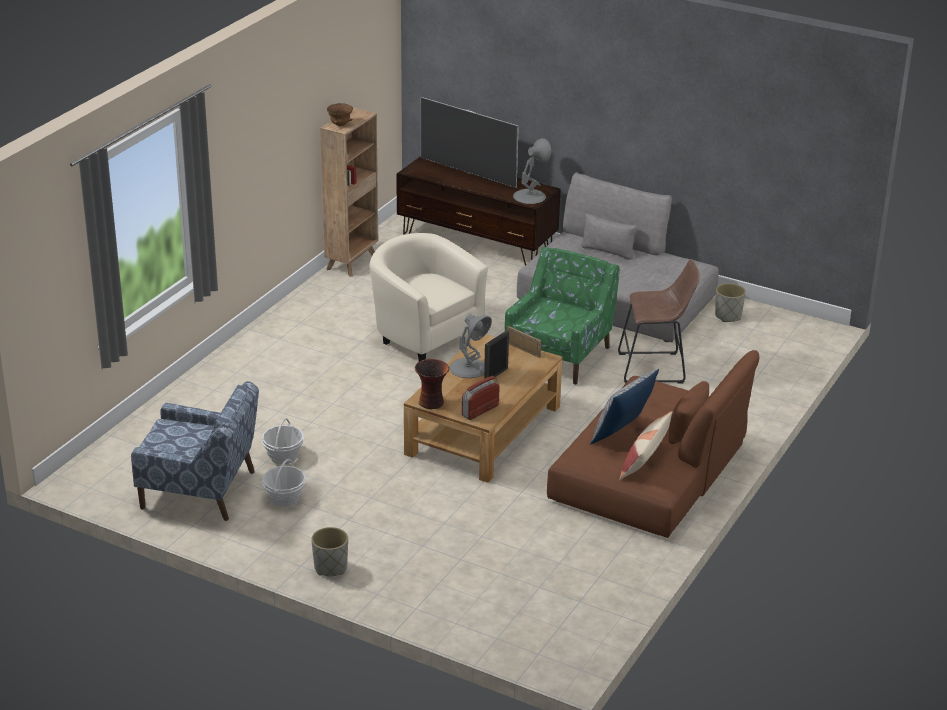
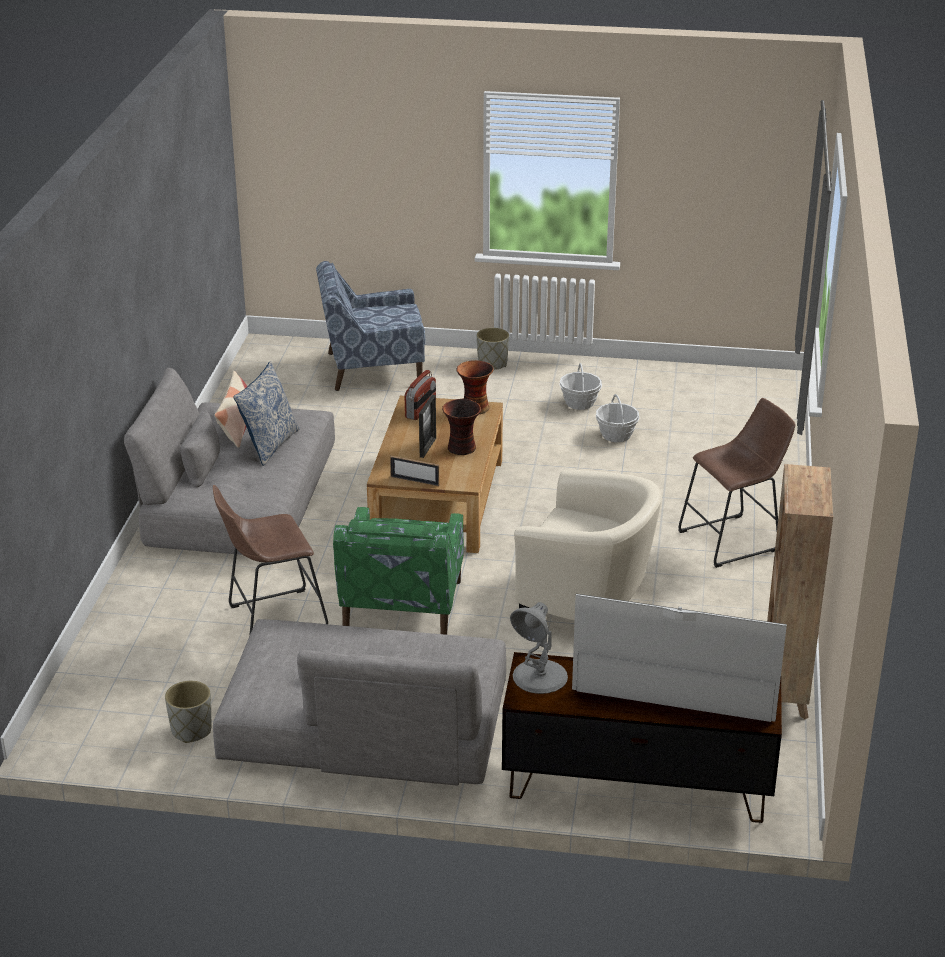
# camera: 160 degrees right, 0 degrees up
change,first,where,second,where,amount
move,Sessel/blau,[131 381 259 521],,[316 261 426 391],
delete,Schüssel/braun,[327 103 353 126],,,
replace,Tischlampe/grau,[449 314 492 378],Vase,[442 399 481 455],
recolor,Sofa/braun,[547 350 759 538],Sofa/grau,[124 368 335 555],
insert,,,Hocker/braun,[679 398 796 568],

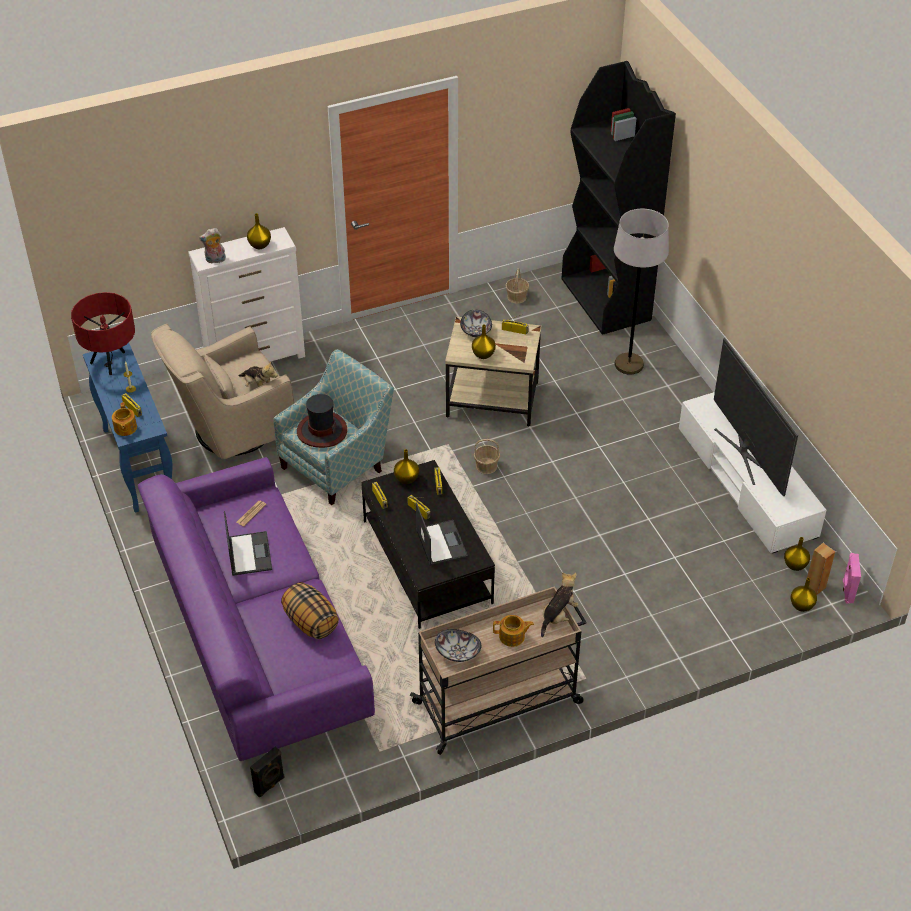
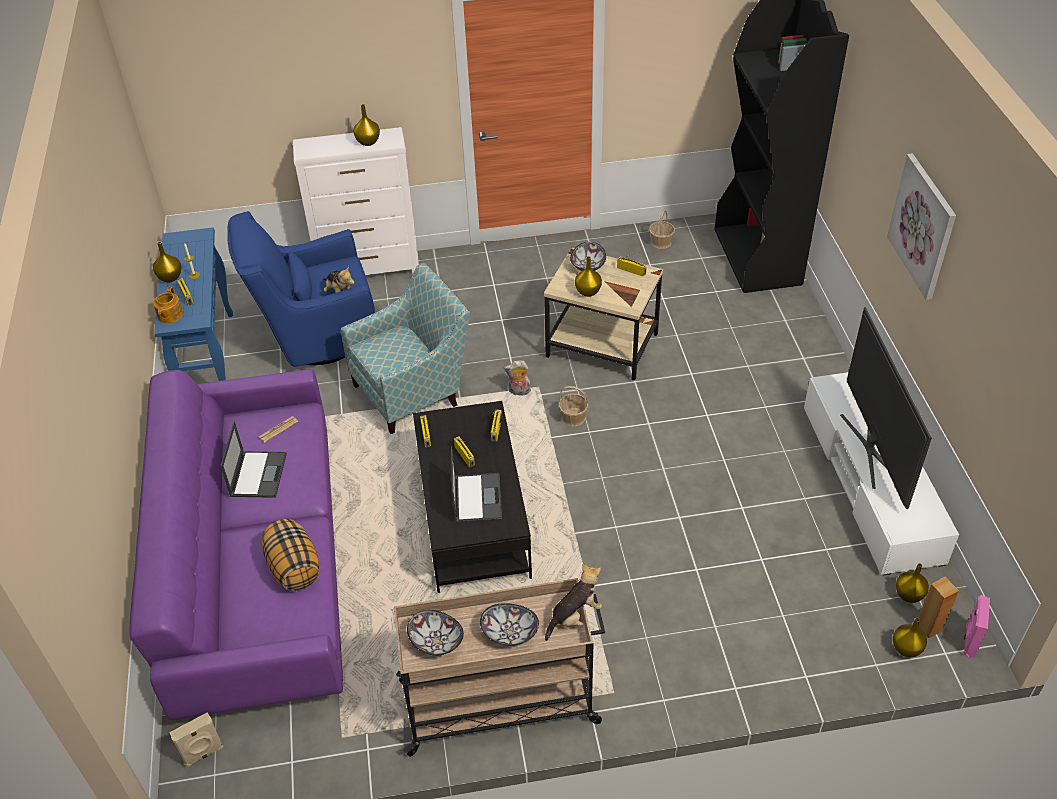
# camera: 15 degrees right, 0 degrees up
change,first,where,second,where,amount
delete,Tischlampe/rot,[71 292 135 375],,,
recolor,Sessel/beige,[151 324 294 459],Sessel/blau,[227 211 375 367],
move,Plüschtier,[199 228 226 264],,[504 360 531 395],
recolor,Lautsprecher/schwarz,[250 747 284 797],Lautsprecher/beige,[169 712 224 767],
delete,Hut,[297 394 347 448],,,
move,Vase/gelb,[394 449 419 484],,[153 242 181 282],
replace,Teekanne,[493 615 534 647],Schüssel,[480 603 539 646],
delete,Stehlampe/grau,[614 209 669 375],,,
insert,,,Bild,[887 153 956 300],

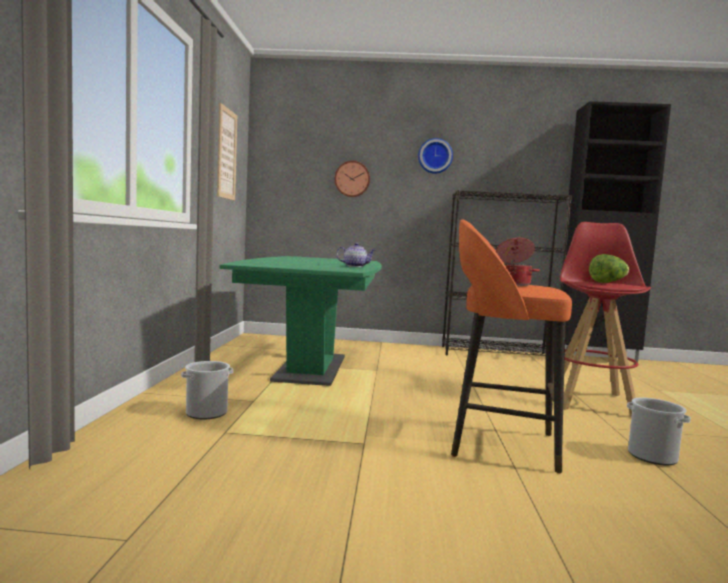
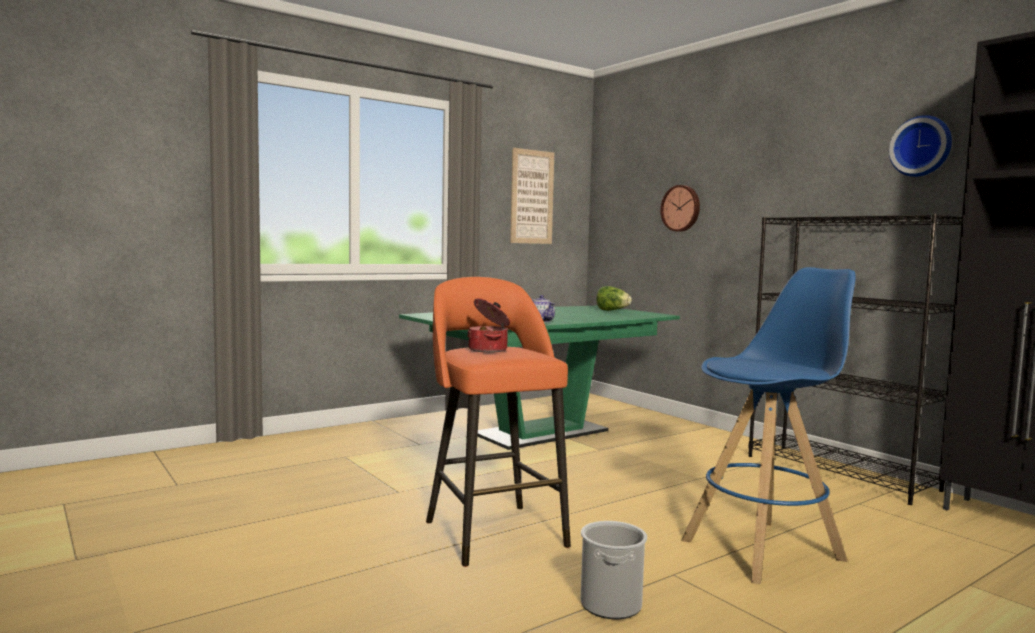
# camera: 50 degrees right, 0 degrees up
change,first,where,second,where,amount
delete,Eimer,[181 361 233 420],,,
move,Wanduhr,[418 138 453 174],,[889 115 952 177],
recolor,Hocker/rot,[553 222 651 417],Hocker/blau,[681 267 856 584],
move,Salatkopf,[589 254 629 283],,[597 286 632 311],

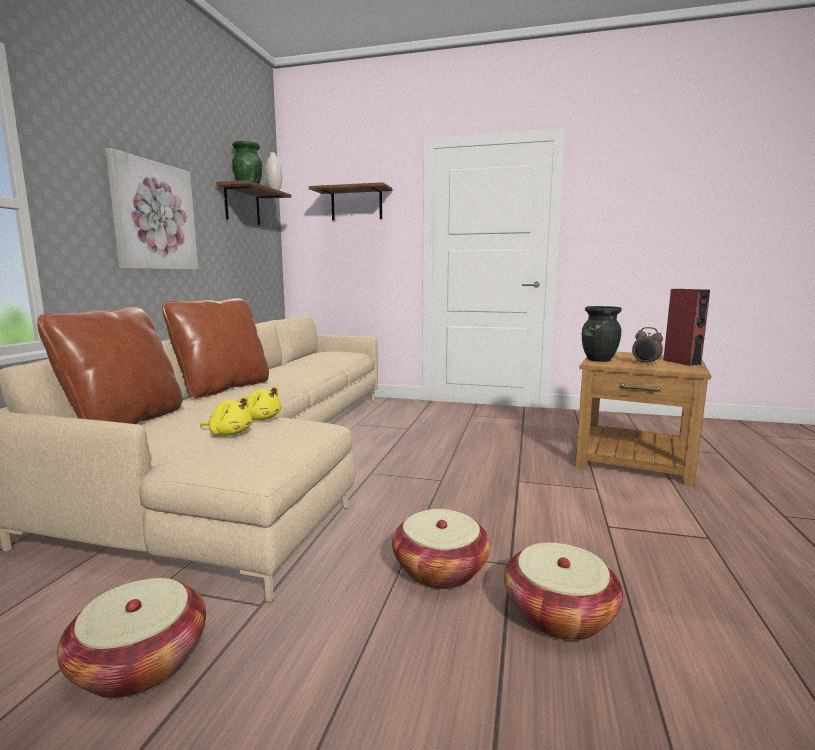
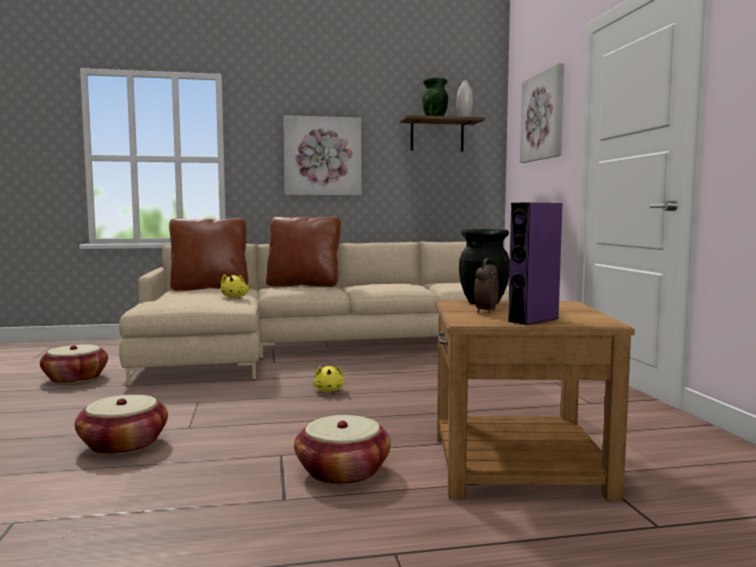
# camera: 65 degrees right, 5 degrees down
change,first,where,second,where,amount
move,Plüschtier/gelb,[200 396 252 436],,[313 366 345 392],
replace,Wandregal/braun,[309 182 392 220],Bild,[520 63 564 163],
move,Korb,[392 509 491 589],,[294 415 391 485],
recolor,Lautsprecher/rot,[663 289 710 366],Lautsprecher/lila,[508 202 562 325],

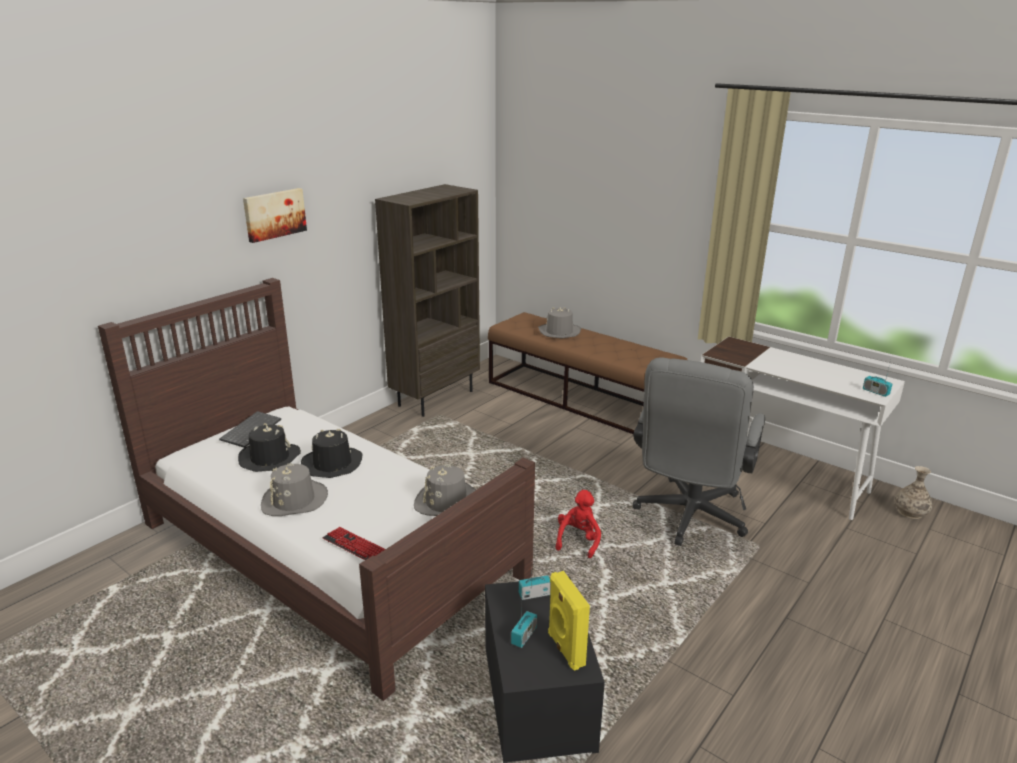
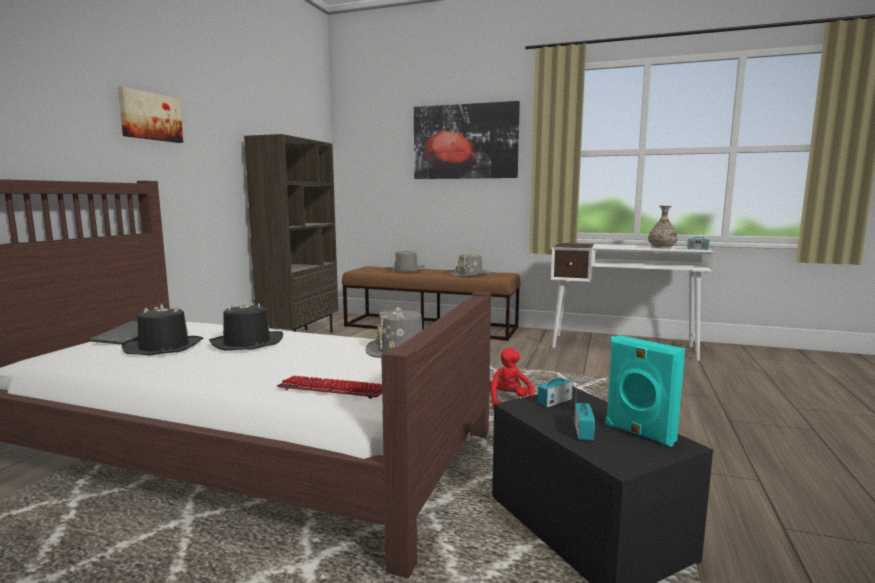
# camera: 20 degrees left, 15 degrees down
change,first,where,second,where,amount
move,Hut/grau,[261 463 328 516],,[450 252 490 276],
recolor,Lautsprecher/gelb,[548 571 590 671],Lautsprecher/türkis,[605 335 685 447],
delete,Bürostuhl/grau,[633 357 765 546],,,
move,Vase,[895 466 932 519],,[648 206 678 248],
insert,,,Bild,[414 101 520 179],

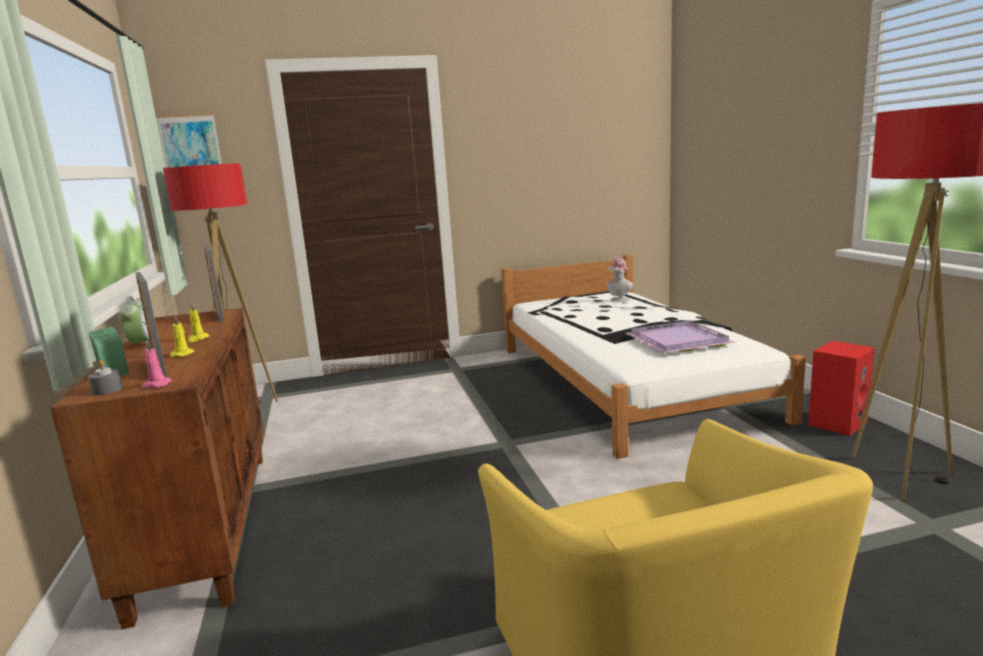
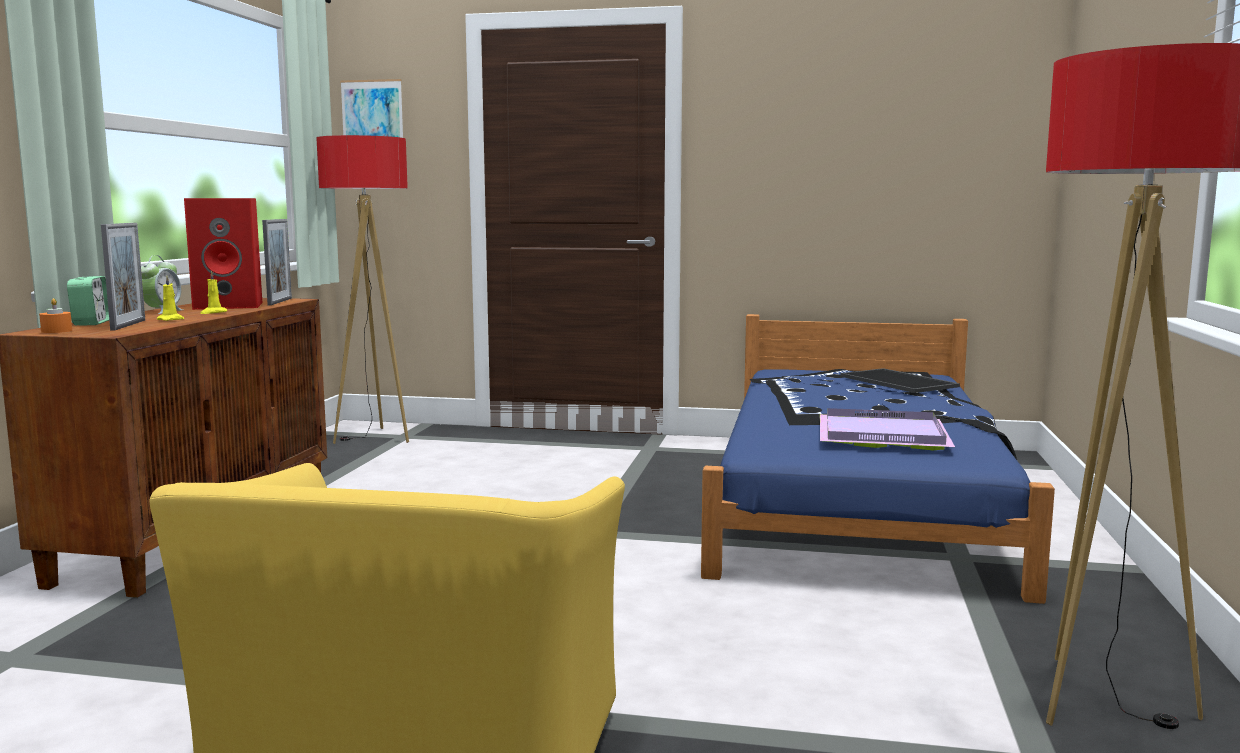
# camera: 25 degrees right, 5 degrees down
change,first,where,second,where,amount
recolor,Kerze/grau,[88 360 123 395],Kerze/orange,[39 298 72 333],
delete,Kerze/rosa,[142 340 172 388],,,
recolor,Bett/weiß,[501 255 806 459],Bett/blau,[701 314 1055 604],
replace,Hut,[606 258 633 302],Tablett,[840 368 960 393],
move,Lautsprecher/rot,[808 341 875 436],,[184 198 262 310],

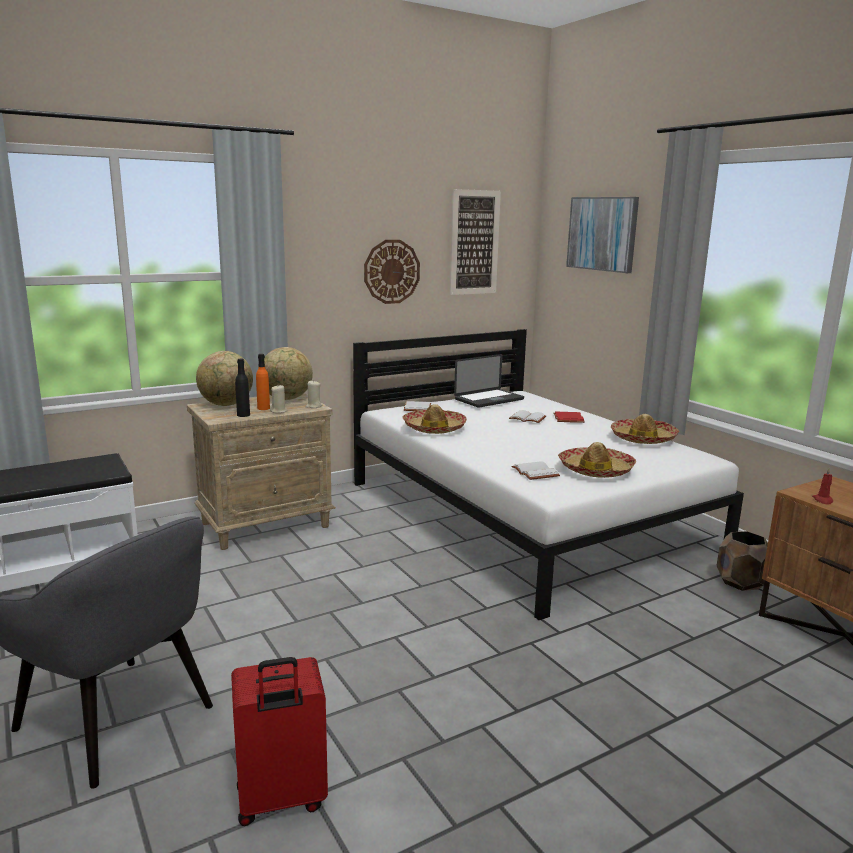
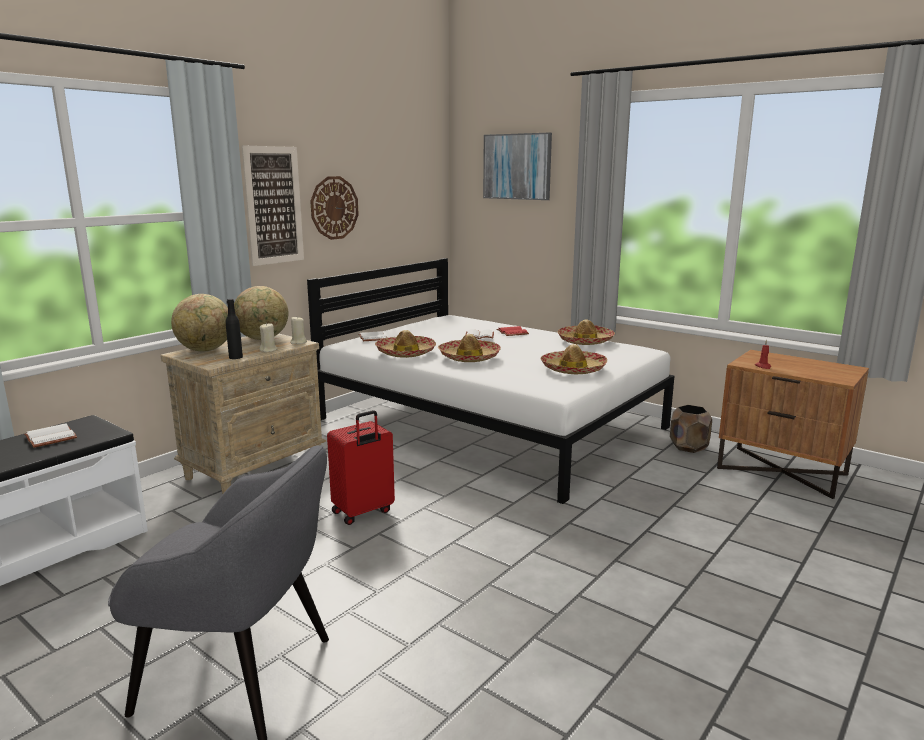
# camera: 20 degrees left, 0 degrees up
change,first,where,second,where,amount
move,Koffer/rot,[231 657 328 826],,[327 410 395 525],
delete,Flasche/orange,[256 354 270 410],,,
move,Bild,[450 189 501 295],,[241 145 304 266],
delete,Laptop,[454 354 524 408],,,
move,Buch/weiß,[511 461 560 480],,[24 423 77 448],
insert,,,Hut,[438 334 501 362],

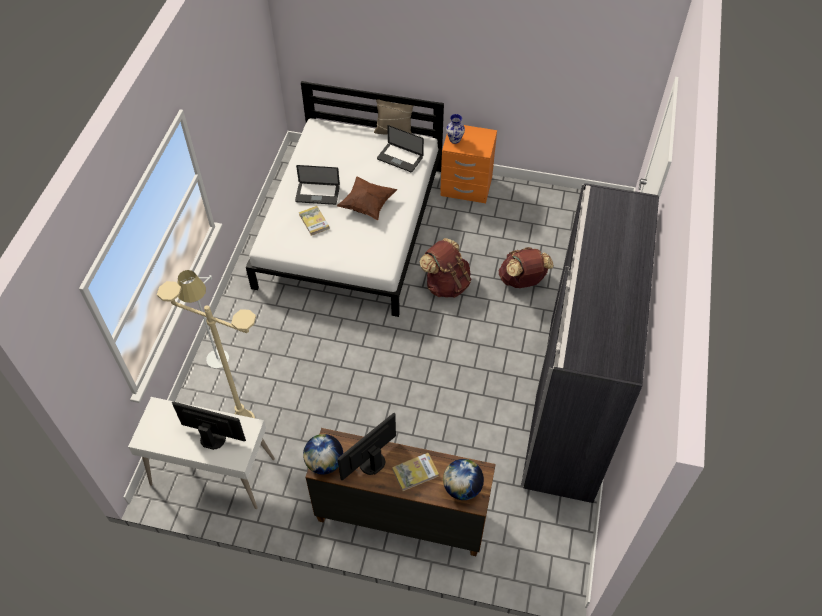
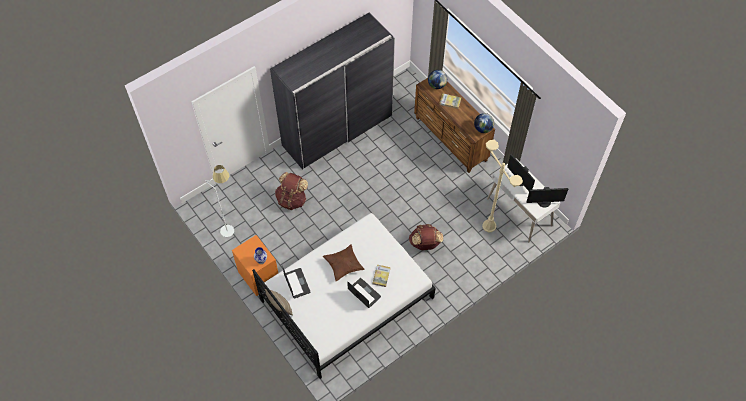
# camera: 140 degrees left, 5 degrees up
change,first,where,second,where,amount
move,Stehlampe/weiß,[178 270 229 369],,[206 165 234 237],
move,Monitor,[338 413 396 480],,[526 187 568 207],
move,Rucksack/braun,[419 238 472 298],,[409 224 443 250],

